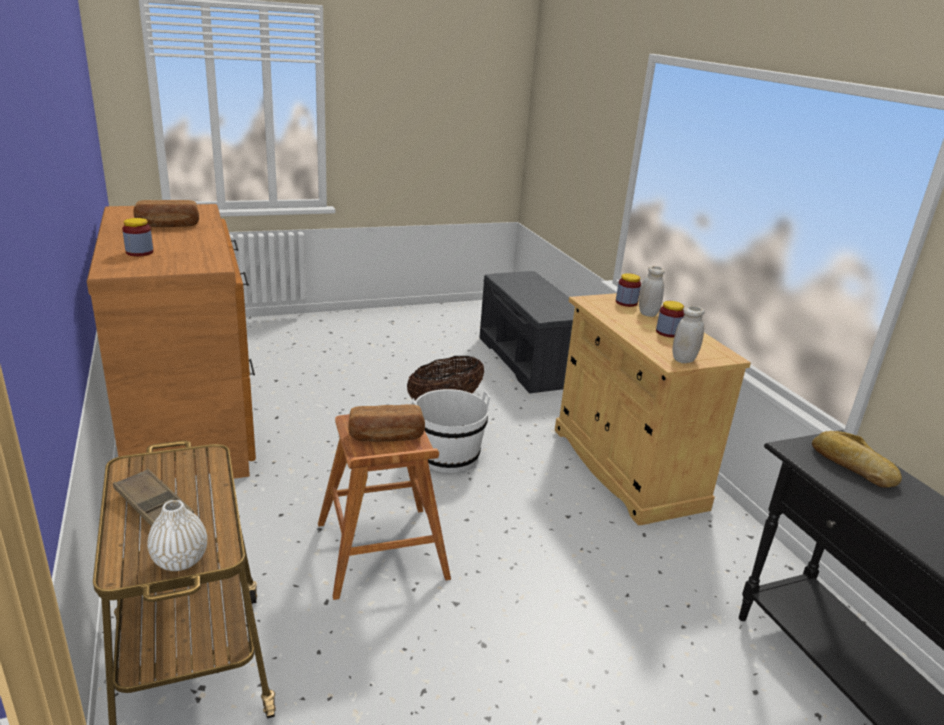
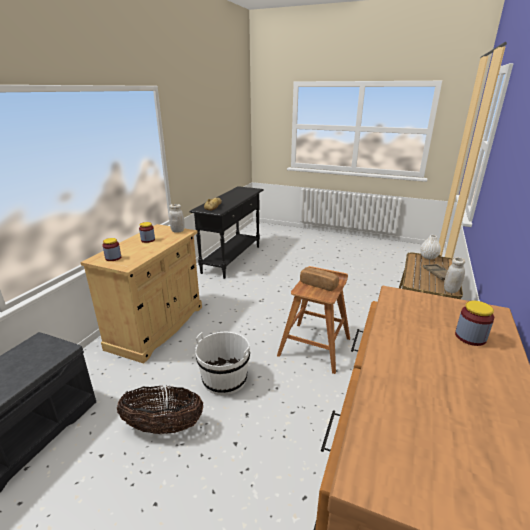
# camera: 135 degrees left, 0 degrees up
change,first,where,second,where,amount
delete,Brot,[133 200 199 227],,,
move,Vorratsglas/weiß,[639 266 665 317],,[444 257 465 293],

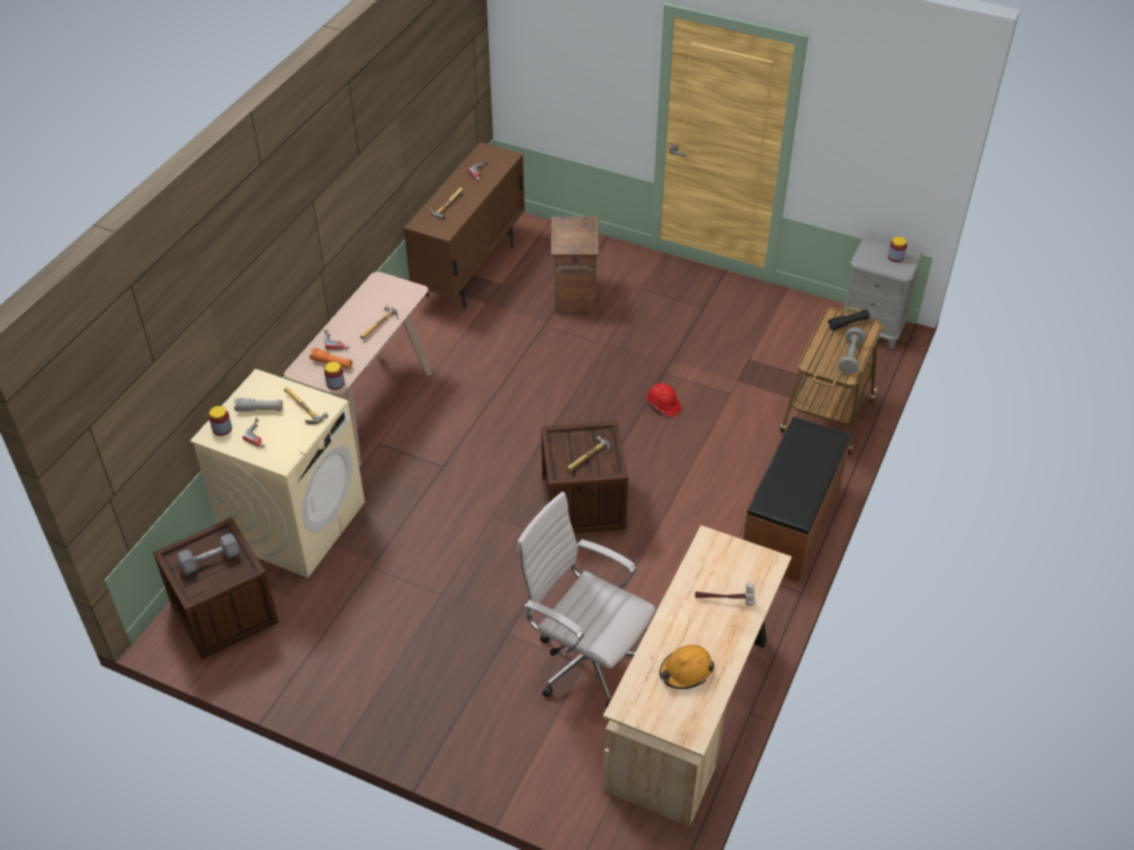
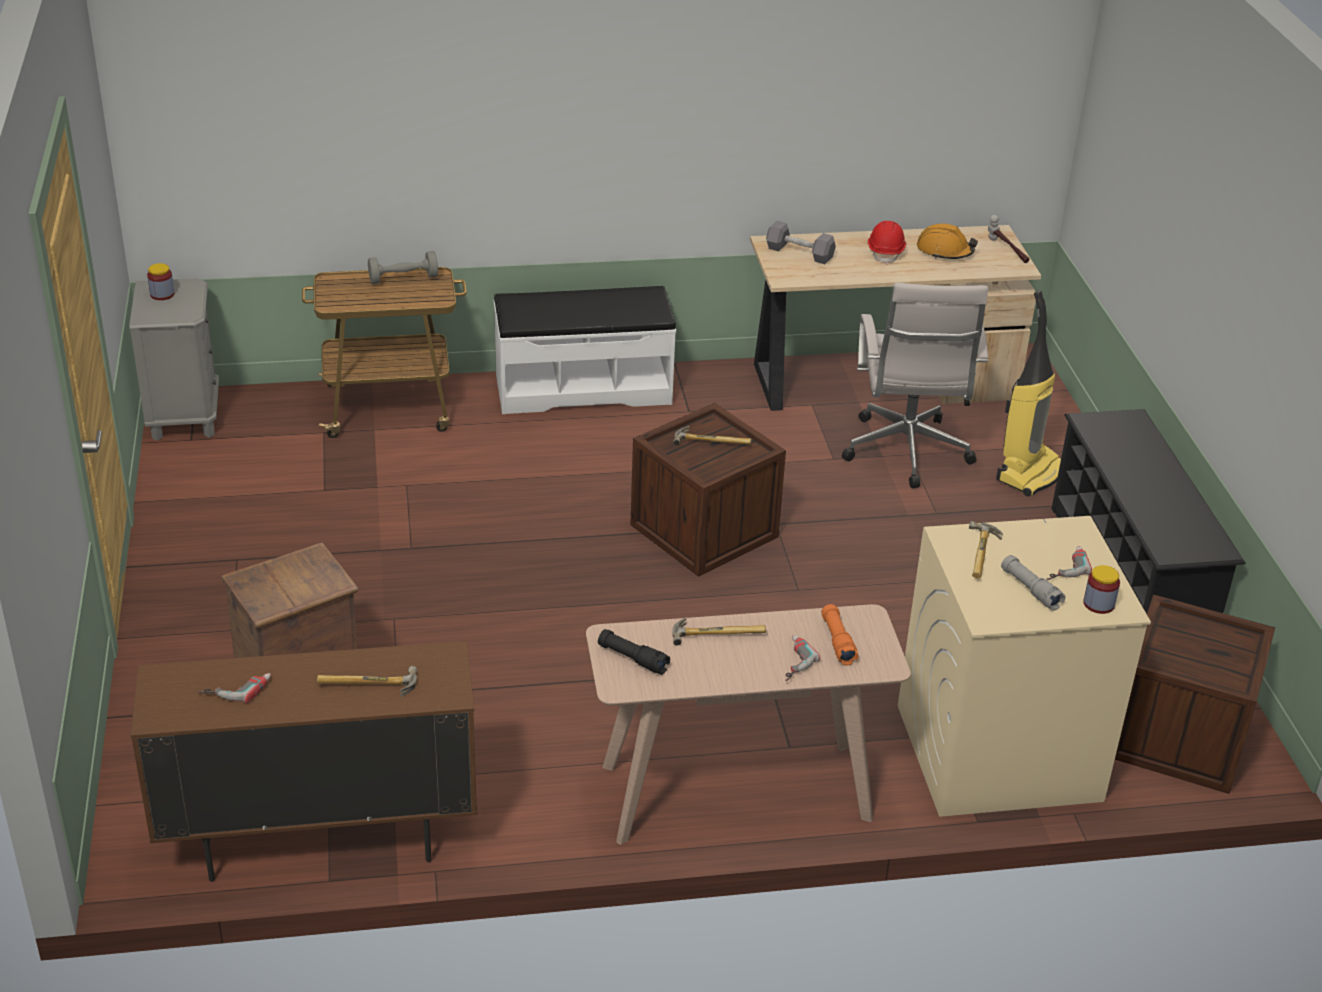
# camera: 125 degrees left, 10 degrees down
change,first,where,second,where,amount
move,Hantel/grau,[177 533 239 576],,[766 221 836 264],
delete,Vorratsglas,[324 362 345 390],,,
move,Schutzhelm/rot,[646 383 681 417],,[868 221 906 265],
move,Hammer,[695 582 755 606],,[988 215 1029 263],
recolor,Bank/braun,[743 417 851 581],Bank/weiß,[494 286 676 414],
move,Taschenlampe/schwarz,[828 310 870 330],,[598 629 670 675],
insert,,,Staubsauger,[996 290 1061 496],
insert,,,Schuhregal/schwarz,[1052 409 1246 614],

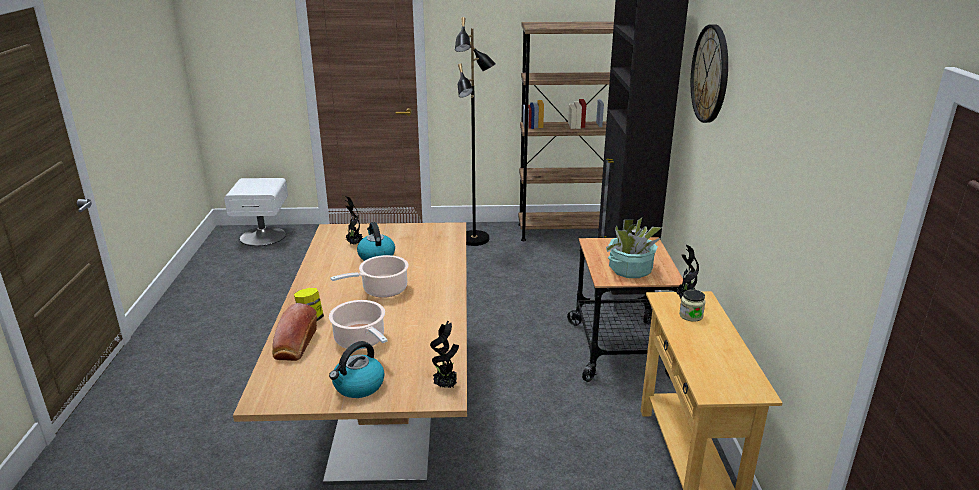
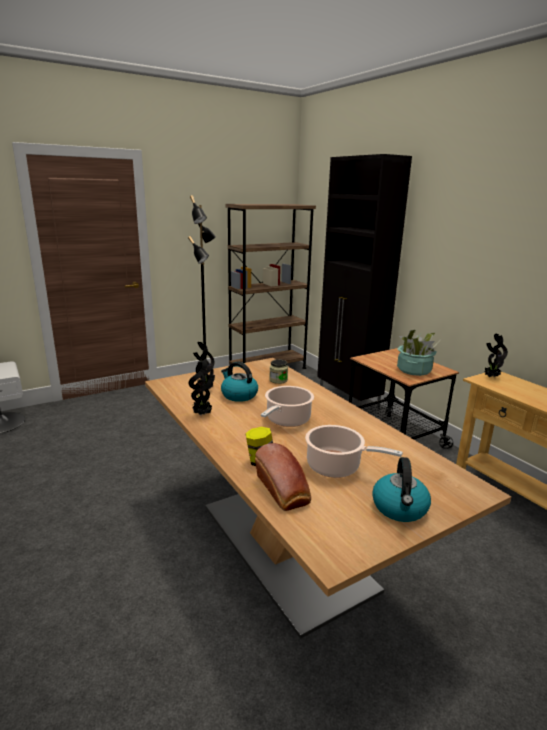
# camera: 30 degrees left, 5 degrees down
change,first,where,second,where,amount
move,Topfpflanze,[430 321 459 388],,[189 359 215 415],
move,Vorratsglas,[679 290 706 322],,[269 359 288 384],
delete,Wanduhr,[691 24 728 123],,,

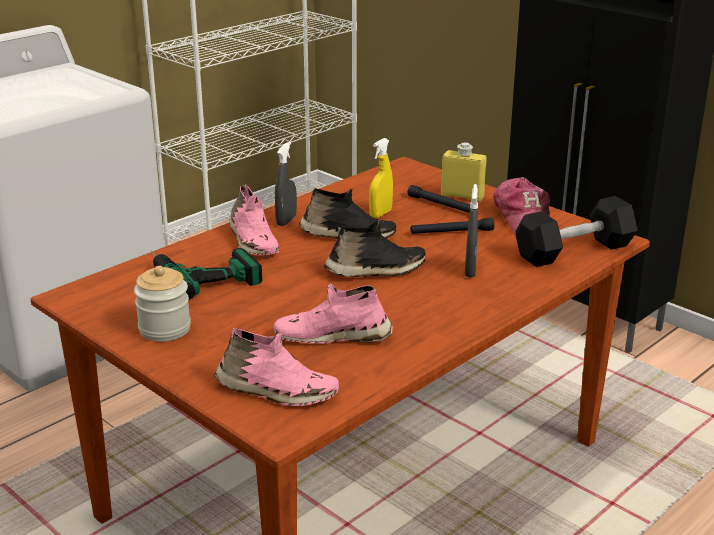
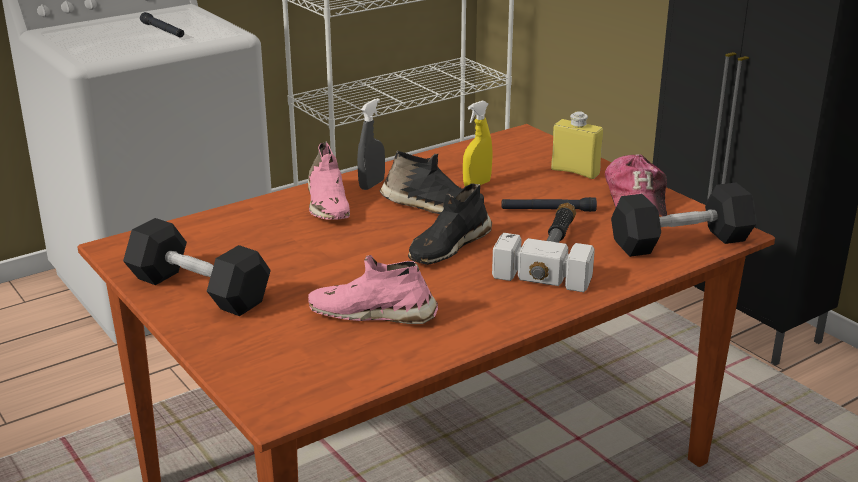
# camera: 10 degrees right, 0 degrees up
change,first,where,second,where,amount
replace,Vorratsglas,[134 266 191 342],Hantel/schwarz,[123 218 271 316],
delete,Bohrmaschine,[151 248 262 300],,,
delete,Schuh/rosa,[214 328 339 406],,,
rotate,Schuh/schwarz,[324 220 426 277],,[408 183 492 265],135 degrees clockwise
move,Taschenlampe/schwarz,[407 185 470 213],,[140 12 184 38],
replace,Sprühflasche/grau,[465 184 478 278],Hammer,[492 203 595 292],

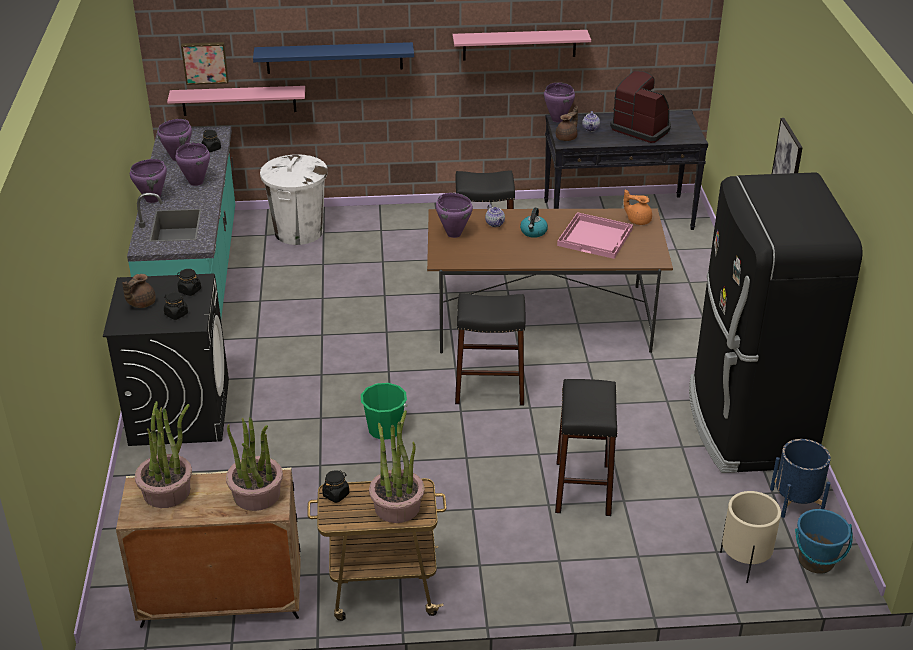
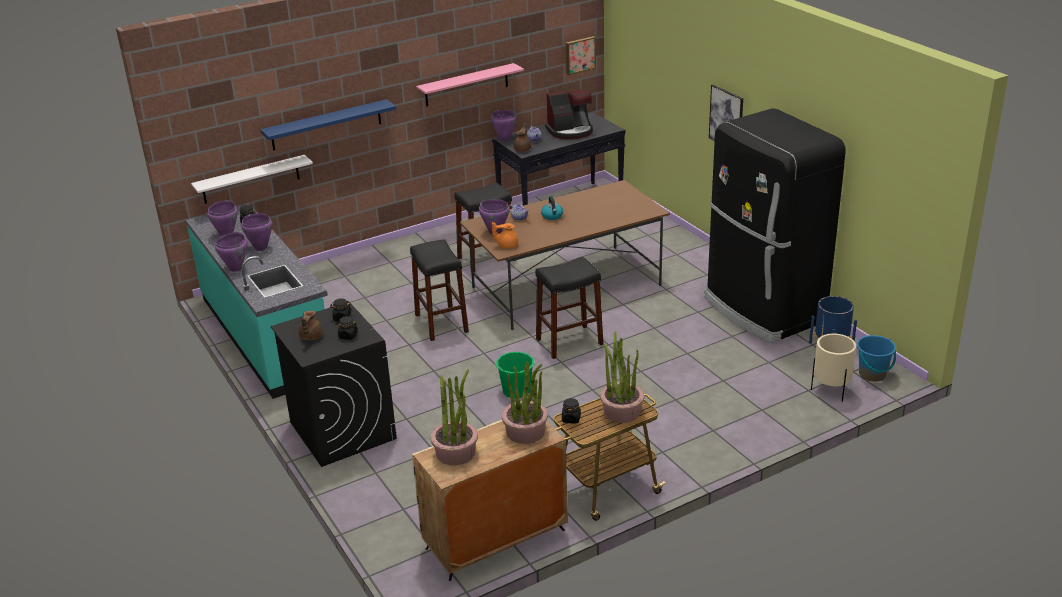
# camera: 25 degrees left, 5 degrees down
change,first,where,second,where,amount
recolor,Wandregal/rosa,[167 86 305 116],Wandregal/weiß,[191 155 313 204],
move,Bild,[181 42 229 85],,[566 36 596 75],
delete,Mülleimer/weiß,[260 154 328 245],,,
move,Hocker/schwarz,[555 379 618 516],,[410 239 469 341],
delete,Tablett/rosa,[557 212 633 259],,,
rotate,Kaffeemaschine,[610 71 671 143],,[545 89 593 139],150 degrees clockwise
move,Teekanne/orange,[624 189 652 225],,[492 222 518 248],

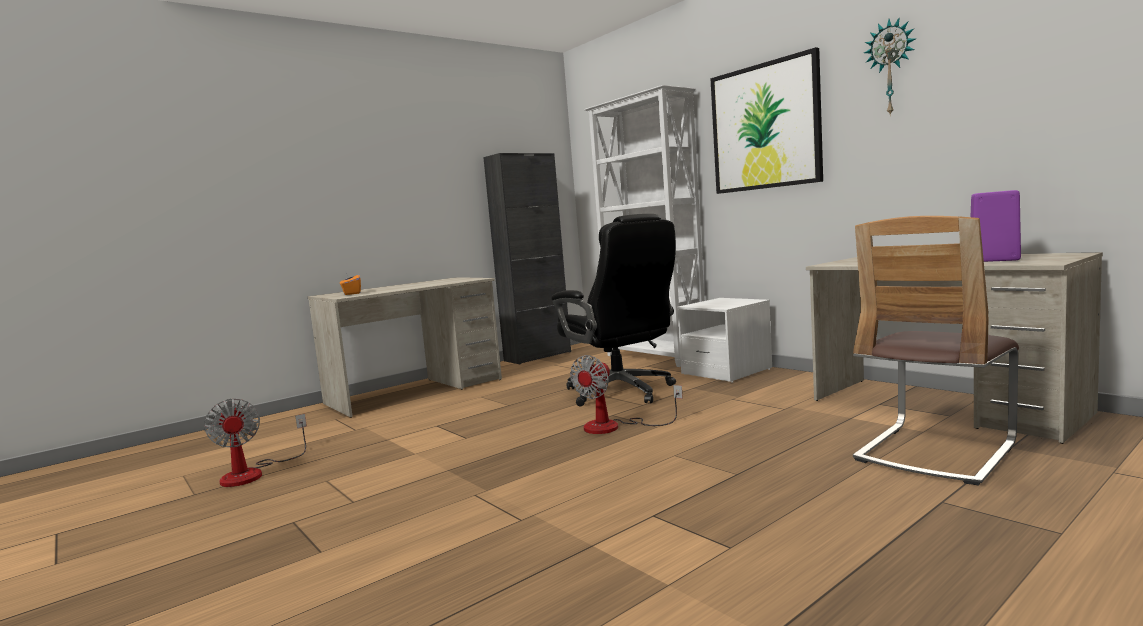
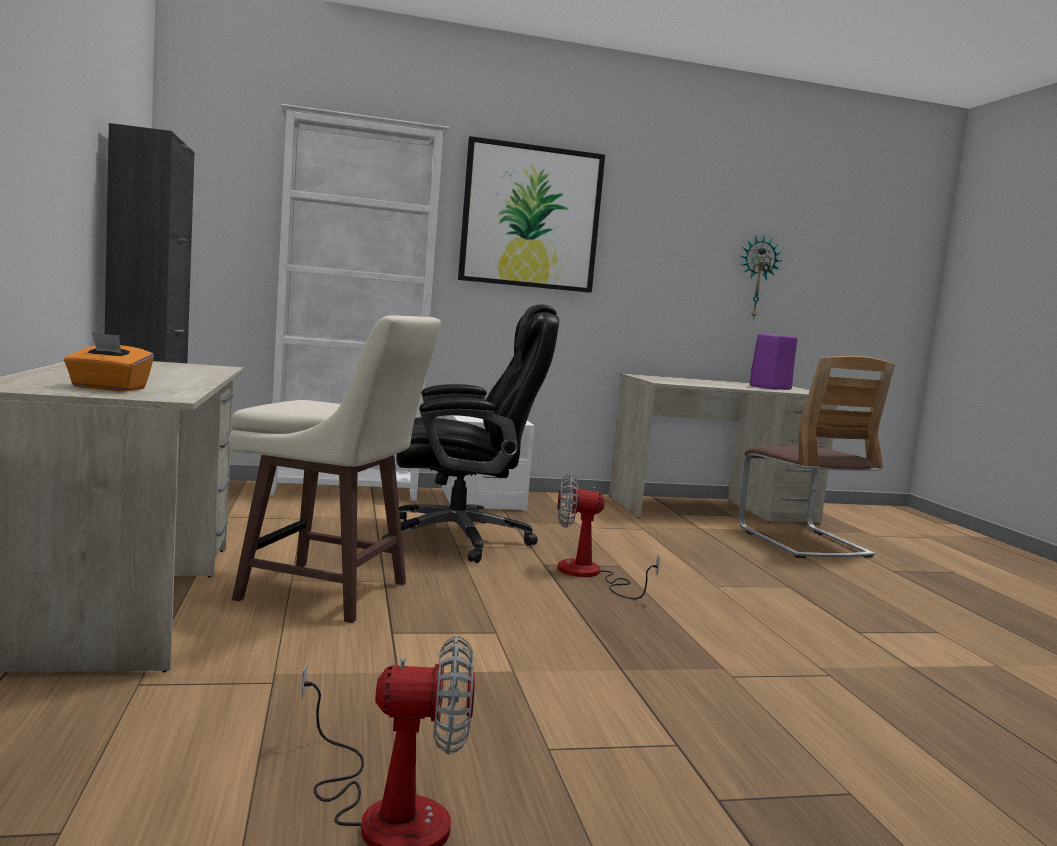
# camera: 65 degrees left, 0 degrees up
change,first,where,second,where,amount
rotate,Ventilator,[570 355 683 434],,[557 474 660 599],120 degrees clockwise
move,Wanduhr,[864 17 916 116],,[740 235 782 320],
insert,,,Hocker/beige,[229 316 441 623],

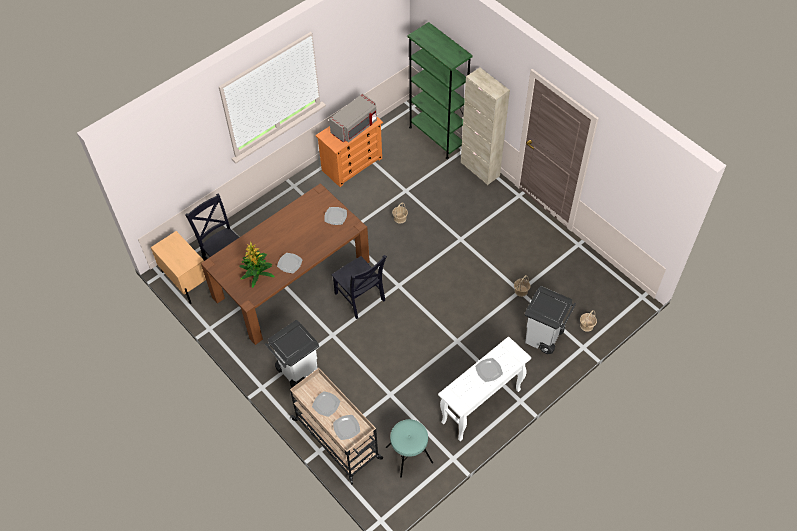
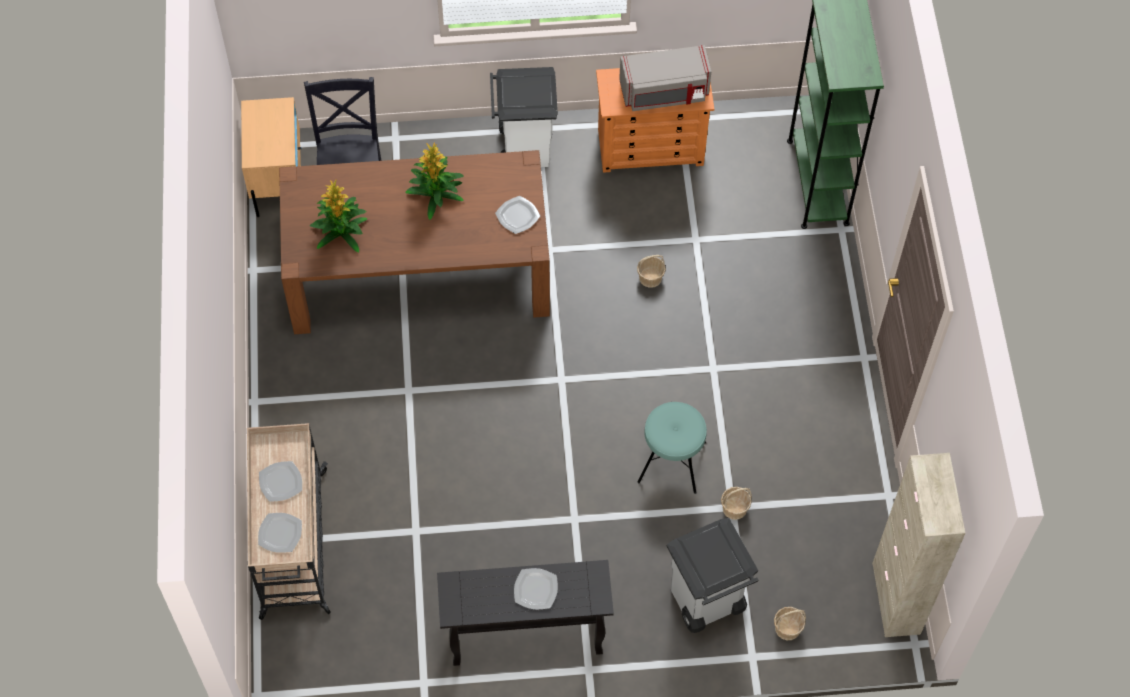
# camera: 35 degrees right, 5 degrees up
change,first,where,second,where,amount
move,Mülleimer/weiß,[265 320 319 388],,[490 67 558 167],
delete,Teller,[277 253 303 273],,,
delete,Stuhl/schwarz,[332 255 387 319],,,
move,Hocker/türkis,[386 419 433 478],,[638 402 707 494],
recolor,Konsolentisch/weiß,[438 336 531 441],Konsolentisch/schwarz,[437 560 614 666],
move,Schrank/beige,[461 67 510 185],,[872 453 965 637],
insert,,,Topfpflanze,[405 142 464 220],

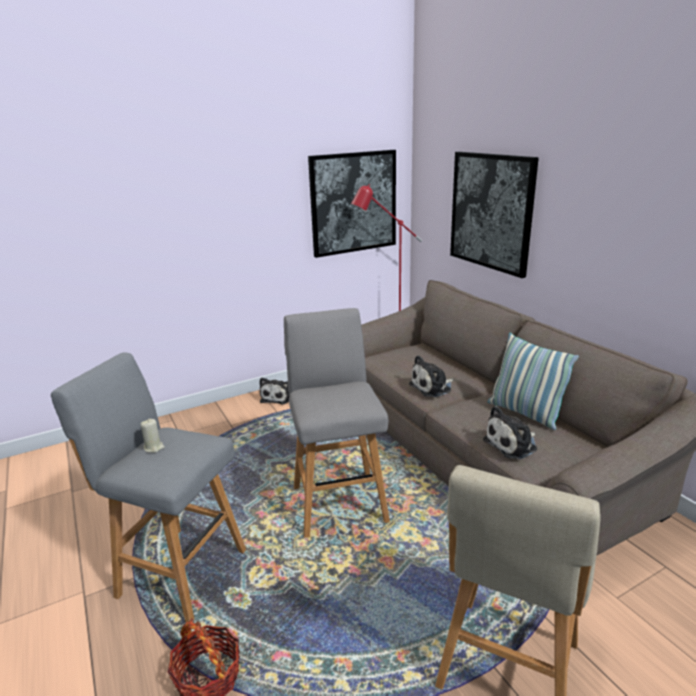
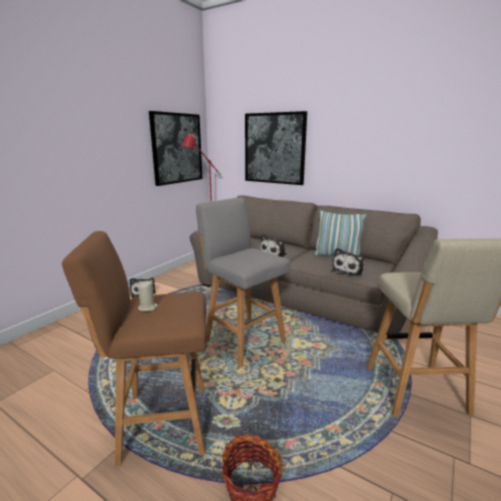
# camera: 30 degrees left, 5 degrees down
change,first,where,second,where,amount
recolor,Hocker/grau,[51 352 246 623],Hocker/braun,[62 231 207 467],

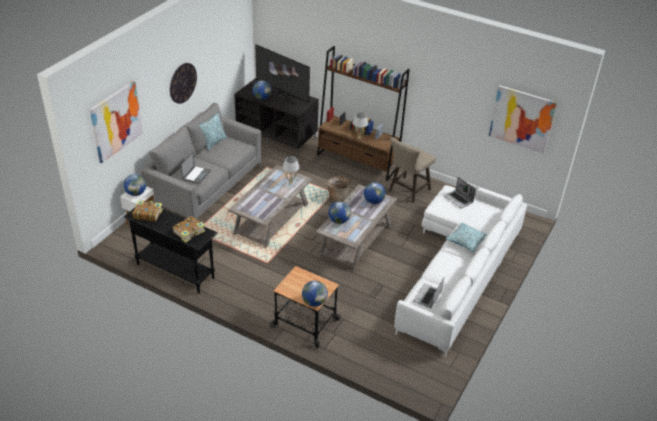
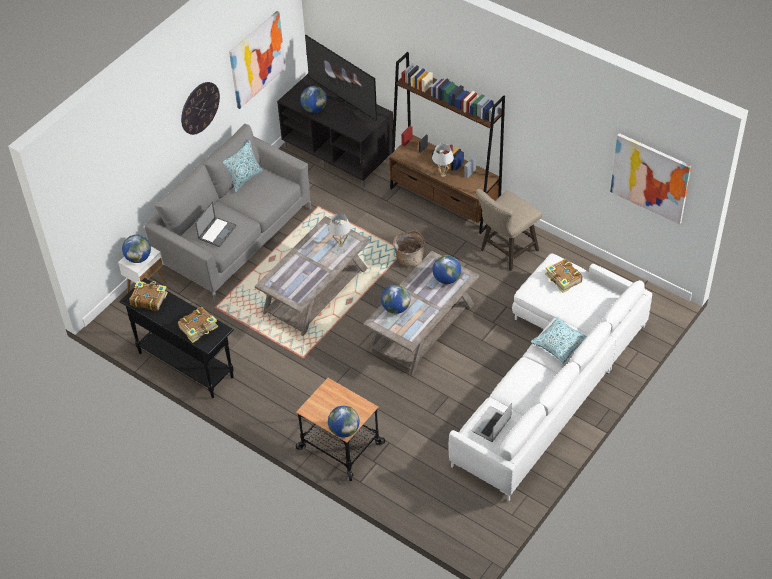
# camera: 10 degrees right, 10 degrees up
change,first,where,second,where,amount
move,Bild,[90 81 143 163],,[229 11 286 109],
replace,Laptop,[444 177 476 208],Buch,[545 259 583 293],

